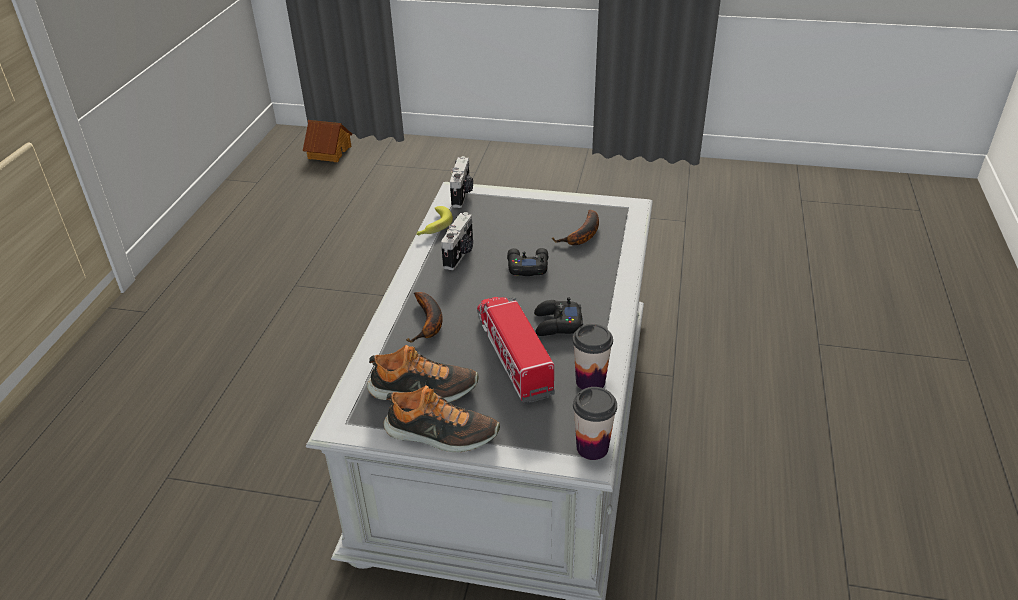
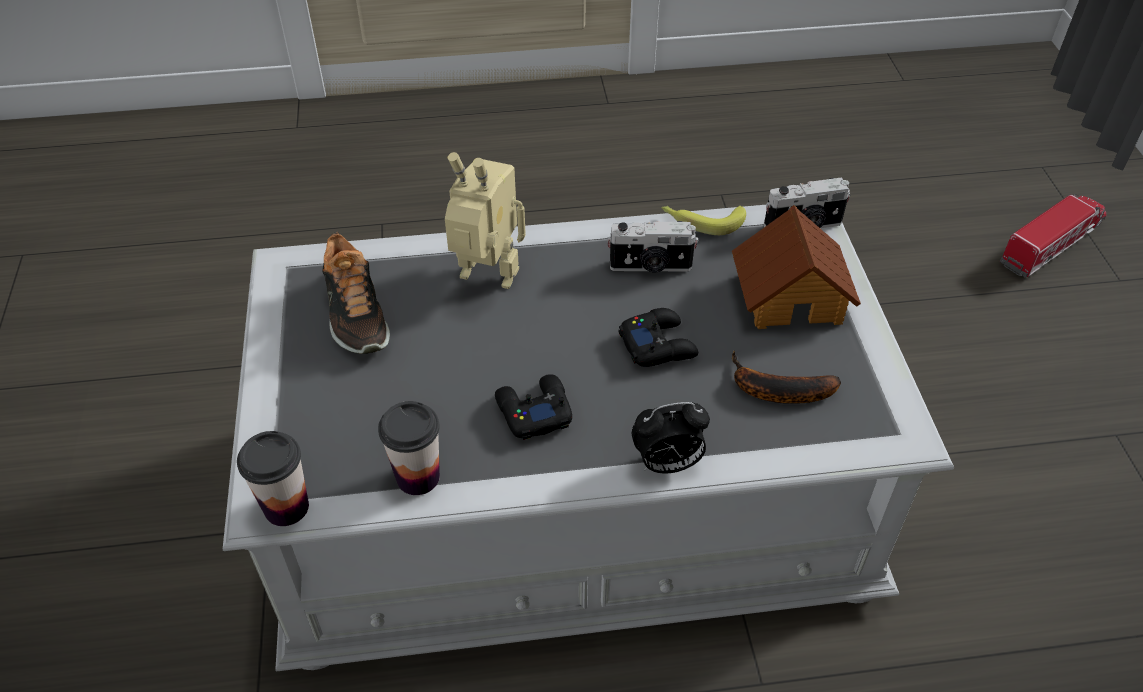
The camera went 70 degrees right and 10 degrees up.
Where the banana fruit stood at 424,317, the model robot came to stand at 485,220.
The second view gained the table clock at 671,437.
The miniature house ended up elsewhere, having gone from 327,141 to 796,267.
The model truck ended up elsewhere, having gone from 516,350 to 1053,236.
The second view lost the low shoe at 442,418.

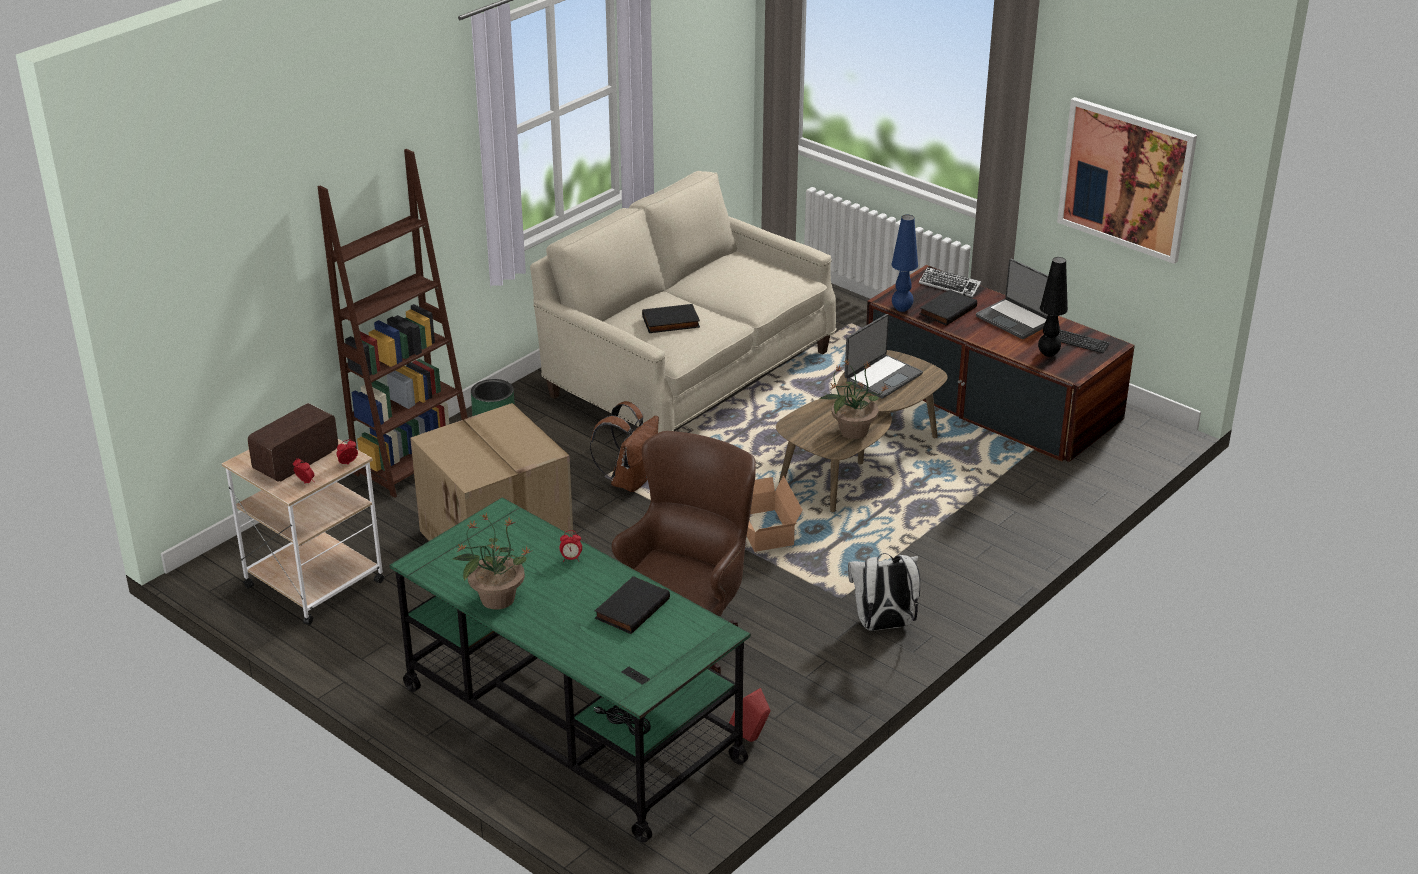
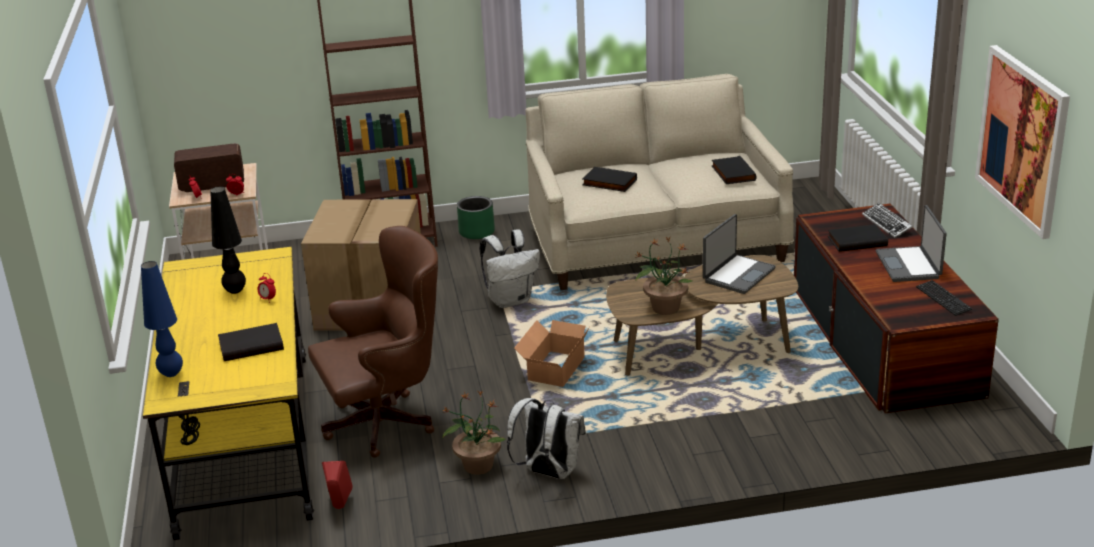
The camera went 40 degrees right and 5 degrees down.
The lamp for a table (bluish) ended up elsewhere, having gone from 904,263 to 162,319.
What was the desk table (green-coloured) at 570,669 turned into the desk table (yellow-coloured) at 228,393.
The lamp for a table (black-coloured) ended up elsewhere, having gone from 1053,307 to 228,240.
The houseplant ended up elsewhere, having gone from 493,561 to 474,433.
What was the knapsack (brown) at 624,446 turned into the knapsack (white) at 510,268.
The portable computer at 884,356 ended up facing another way, 45 degrees counterclockwise from before.
The second view gained the bound book (black-coloured) at 734,170.

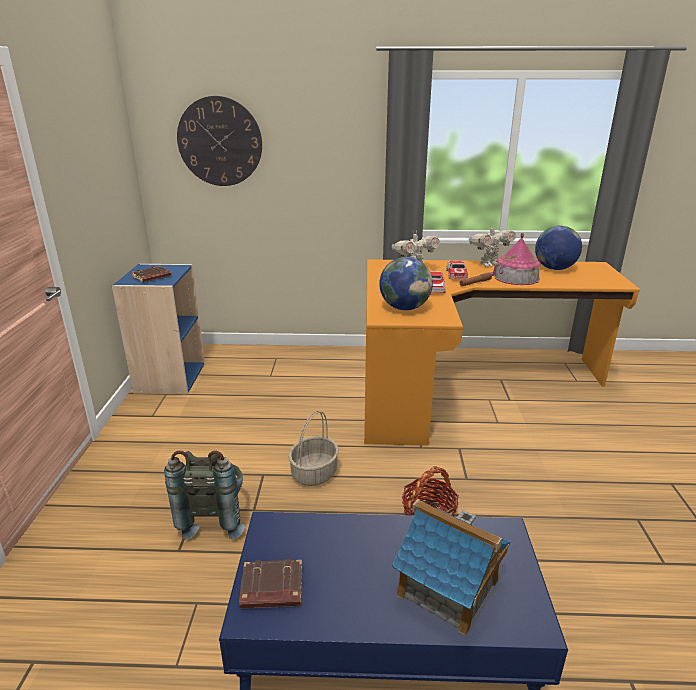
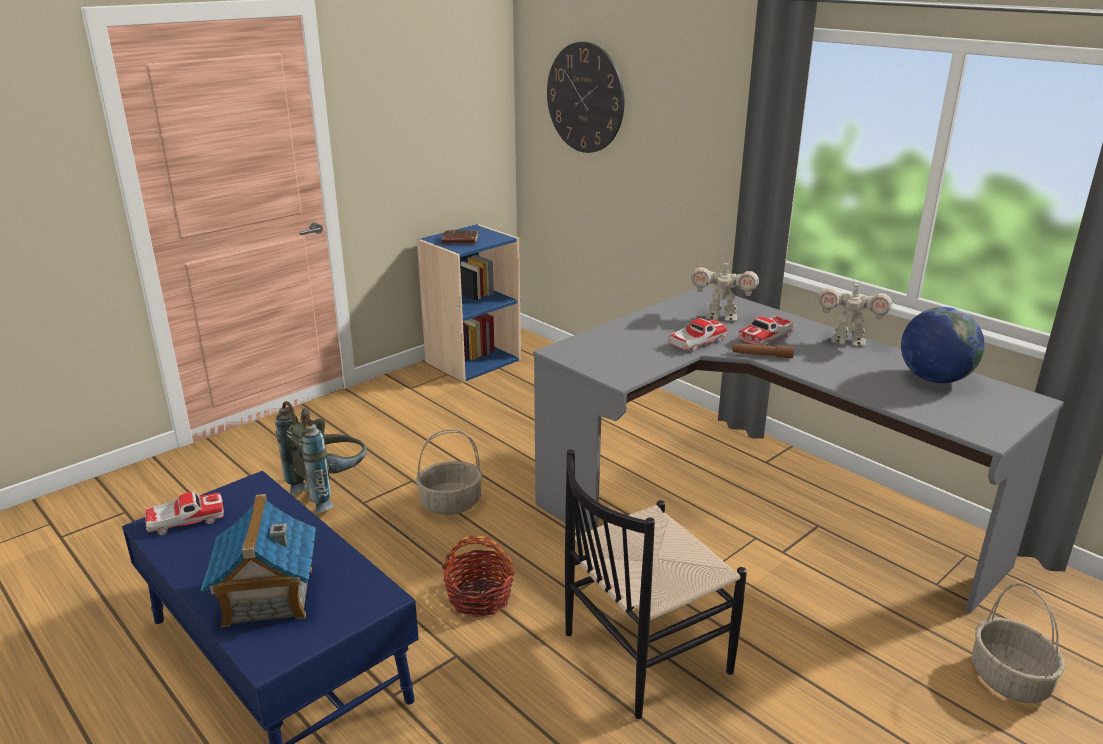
The camera went 45 degrees right and 0 degrees up.
Where the bound book (brown) stood at 270,584, the model car came to stand at 184,513.
What was the desk table (orange-coloured) at 502,352 turned into the desk table (gray) at 798,450.
The second view gained the plain chair (black-coloured) at 656,584.
The second view gained the basket at 1018,643.
The second view lost the desk globe at 406,283.
The second view lost the miniature house at 516,259.

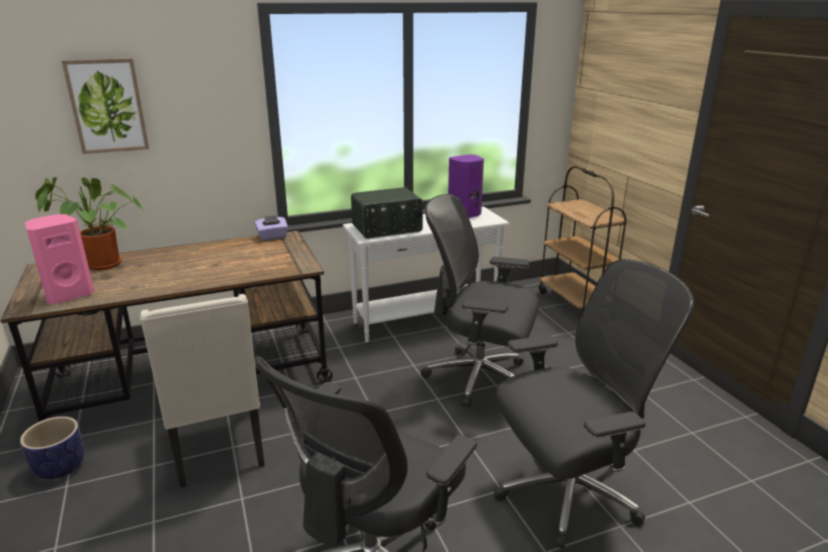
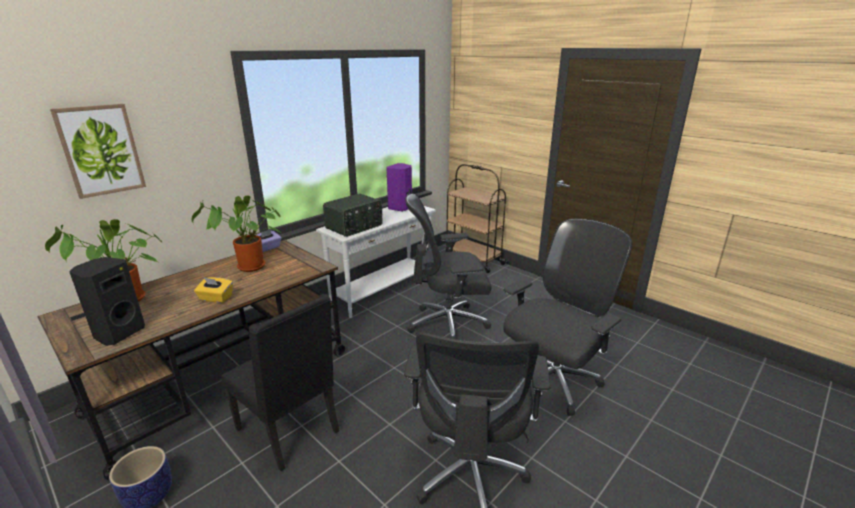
The camera went 25 degrees left and 0 degrees up.
What was the speaker (pink-coloured) at 59,259 turned into the speaker (black-coloured) at 107,301.
The second view gained the houseplant at 236,234.
The second view gained the tissue box (yellow-coloured) at 213,290.
What was the plain chair (beige) at 202,391 turned into the plain chair (black-coloured) at 280,382.

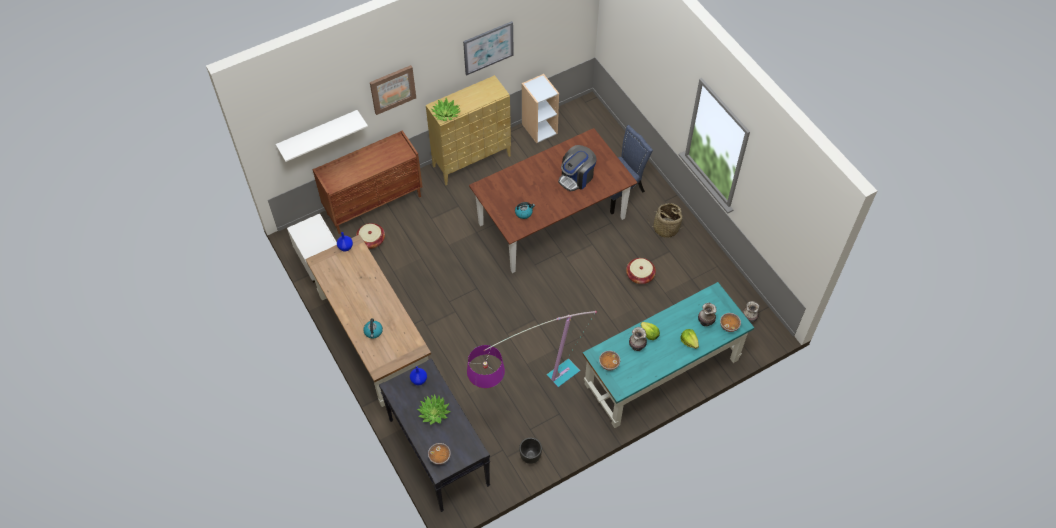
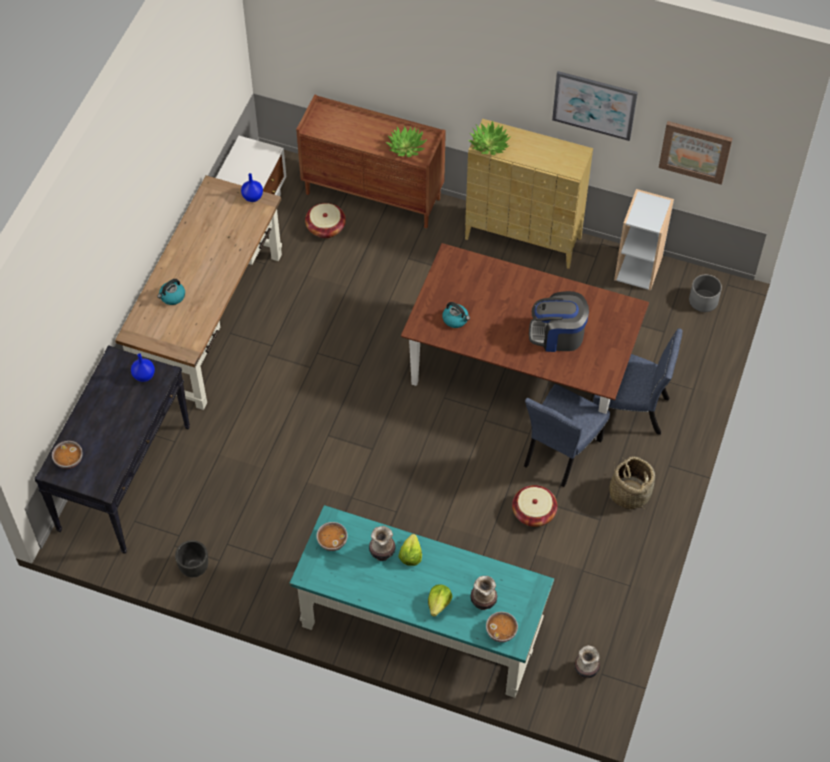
The camera went 50 degrees right and 0 degrees up.
The houseplant ended up elsewhere, having gone from 433,409 to 406,141.
The second view gained the plain chair (bluish) at 567,435.
The wall art ended up elsewhere, having gone from 393,90 to 696,153.
The second view gained the planter (gray) at 705,293.
The second view lost the bracket shelf (white) at 322,136.
The second view lost the standard lamp at 532,349.

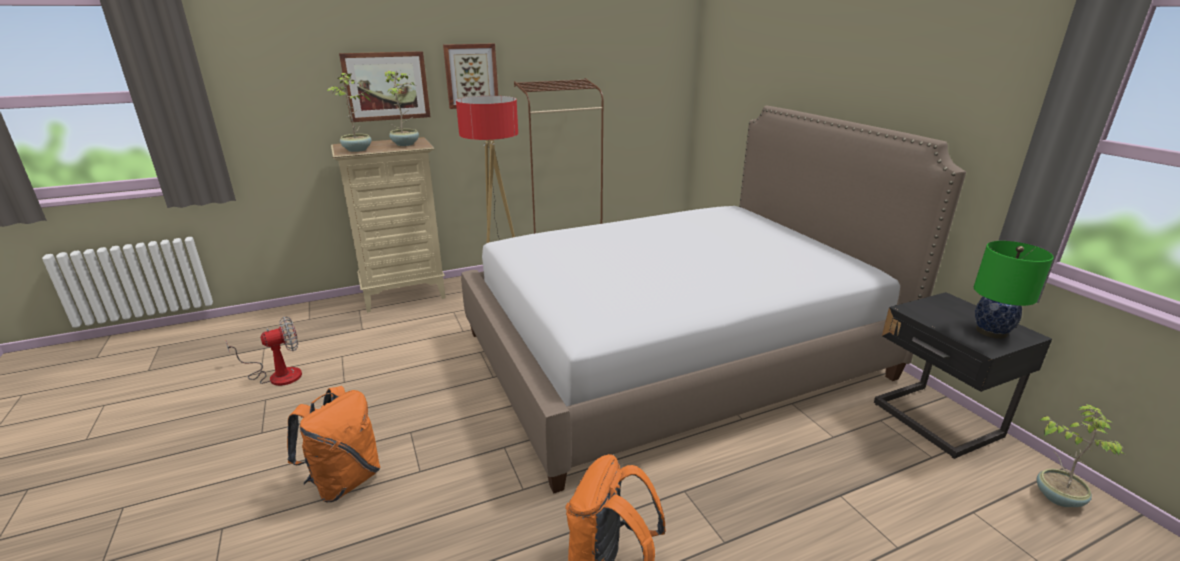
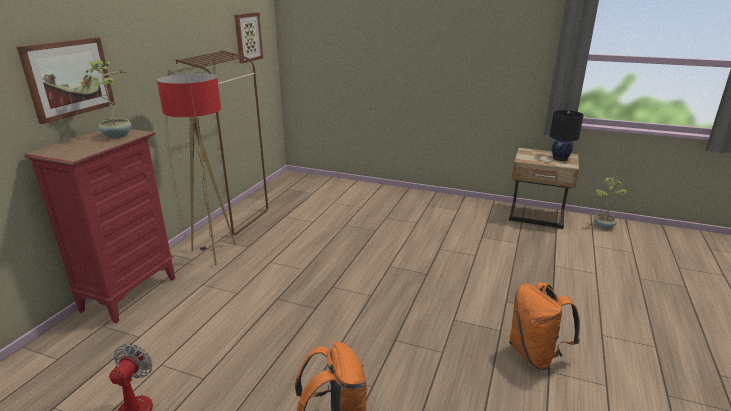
The camera went 45 degrees left and 0 degrees up.
What was the dresser (beige) at 388,225 turned into the dresser (red) at 99,226.
The wall art ended up elsewhere, having gone from 470,76 to 248,38.
What was the nightstand (black-coloured) at 963,375 turned into the nightstand (beige) at 544,188.
What was the lamp for a table (green-coloured) at 1014,290 turned into the lamp for a table (black-coloured) at 567,135.
The second view lost the houseplant at 349,112.
The second view lost the bedroom bed at 713,300.

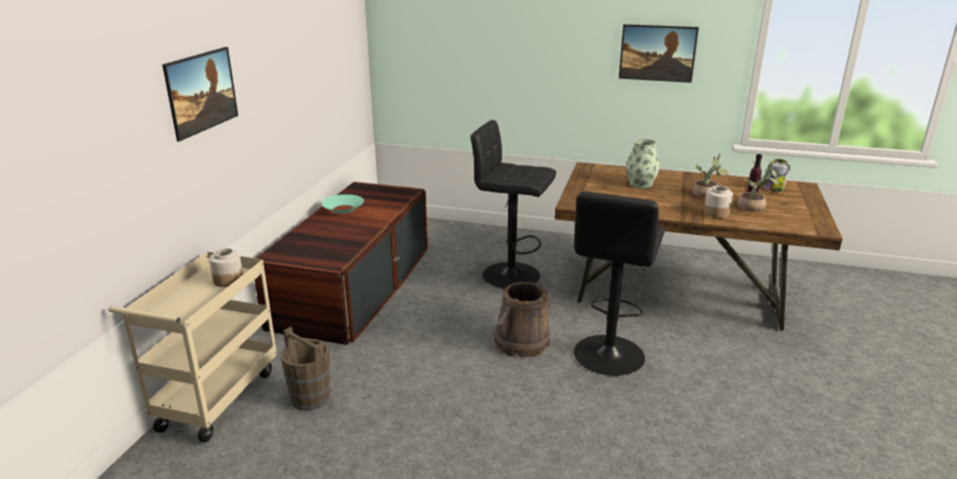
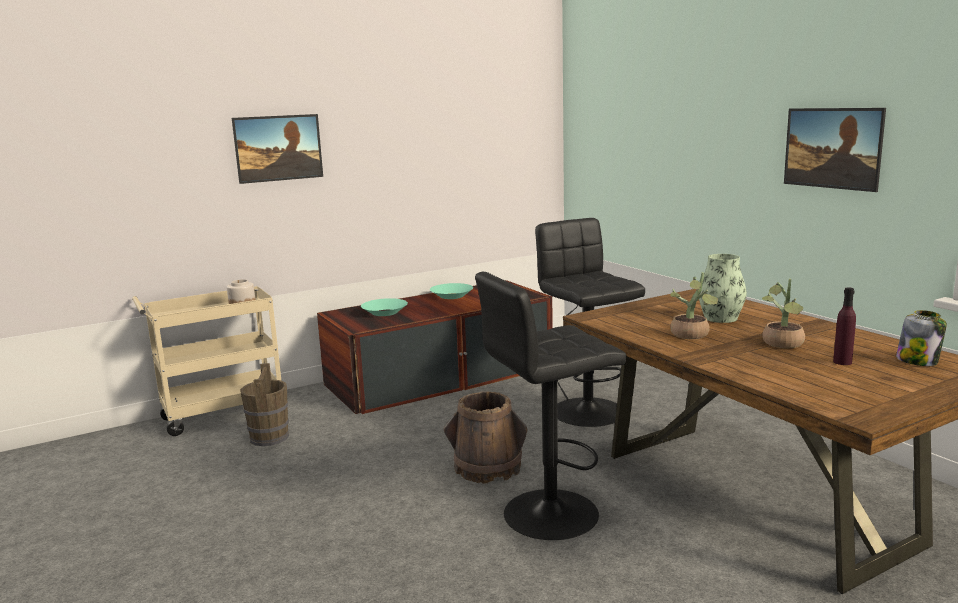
The camera went 45 degrees right and 10 degrees down.
The second view gained the bowl (blue-green) at 384,307.
The houseplant ended up elsewhere, having gone from 758,187 to 694,305.
The second view lost the preserve jar at 718,202.

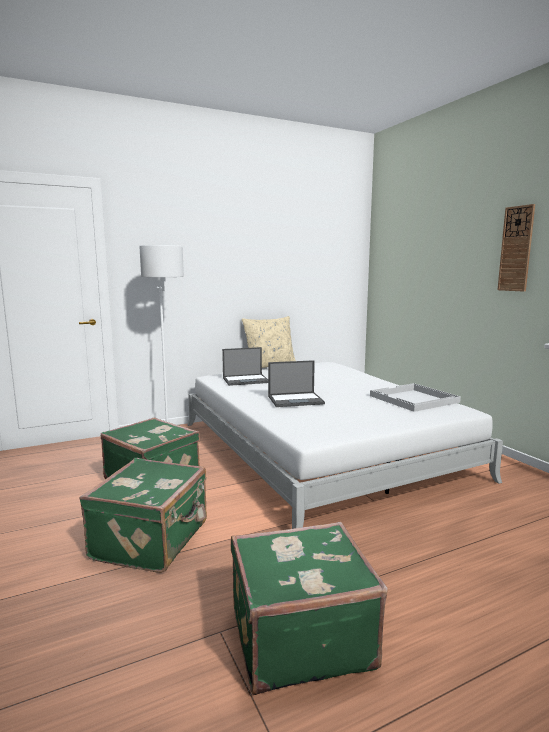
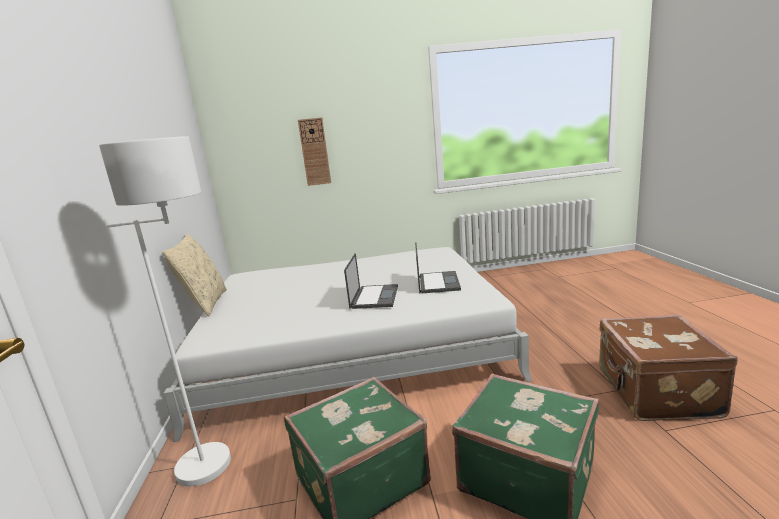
The camera went 70 degrees left and 5 degrees up.
The clock on the wall ended up elsewhere, having gone from 516,248 to 314,151.
The portable computer ended up elsewhere, having gone from 245,366 to 438,268.
What was the suitcase (green-coloured) at 309,608 turned into the suitcase (brown) at 668,368.
The second view lost the carrying tray (white) at 415,397.

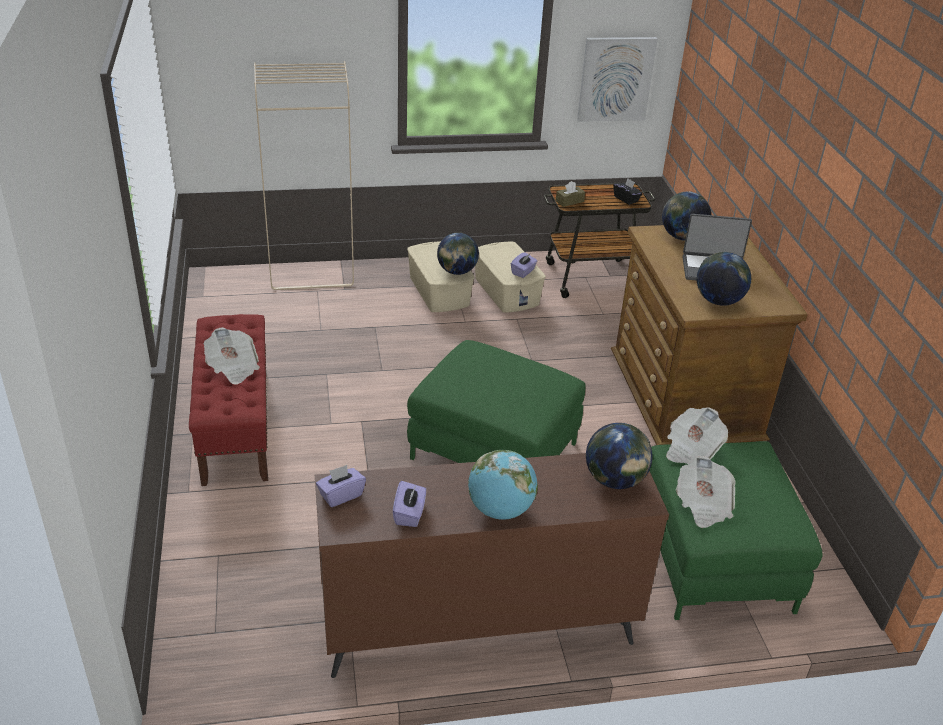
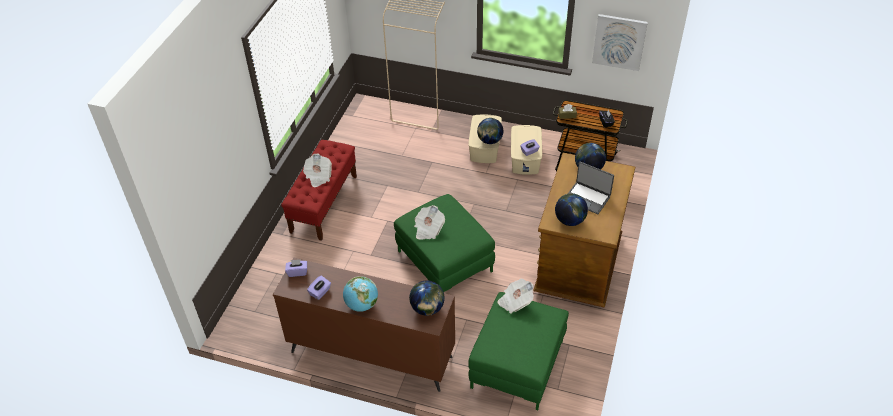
The camera went 30 degrees right and 10 degrees up.
The daily paper ended up elsewhere, having gone from 706,492 to 429,222.

